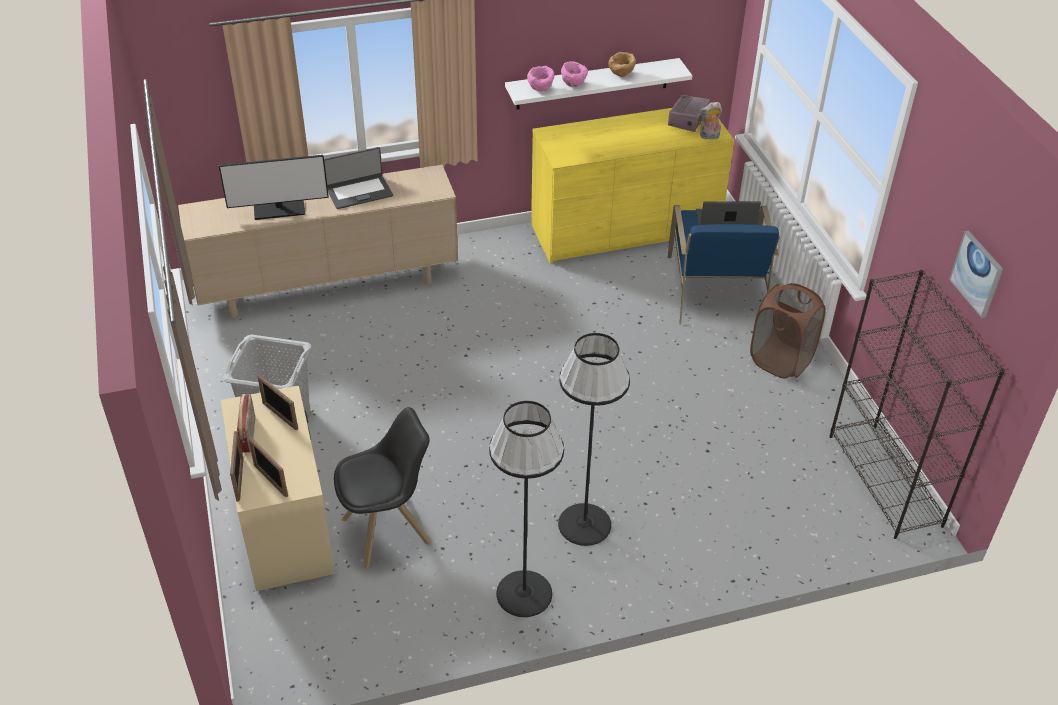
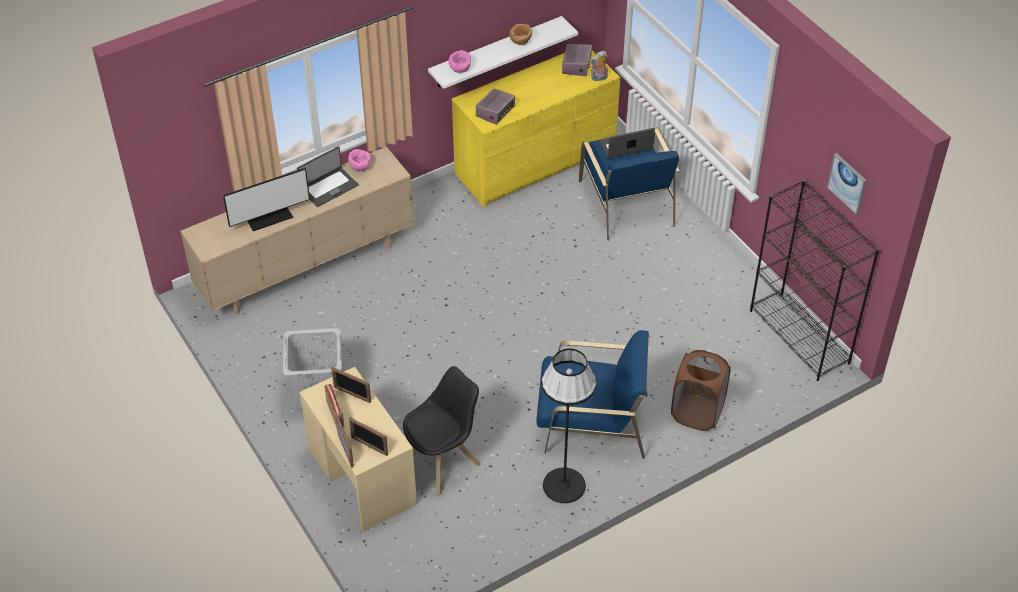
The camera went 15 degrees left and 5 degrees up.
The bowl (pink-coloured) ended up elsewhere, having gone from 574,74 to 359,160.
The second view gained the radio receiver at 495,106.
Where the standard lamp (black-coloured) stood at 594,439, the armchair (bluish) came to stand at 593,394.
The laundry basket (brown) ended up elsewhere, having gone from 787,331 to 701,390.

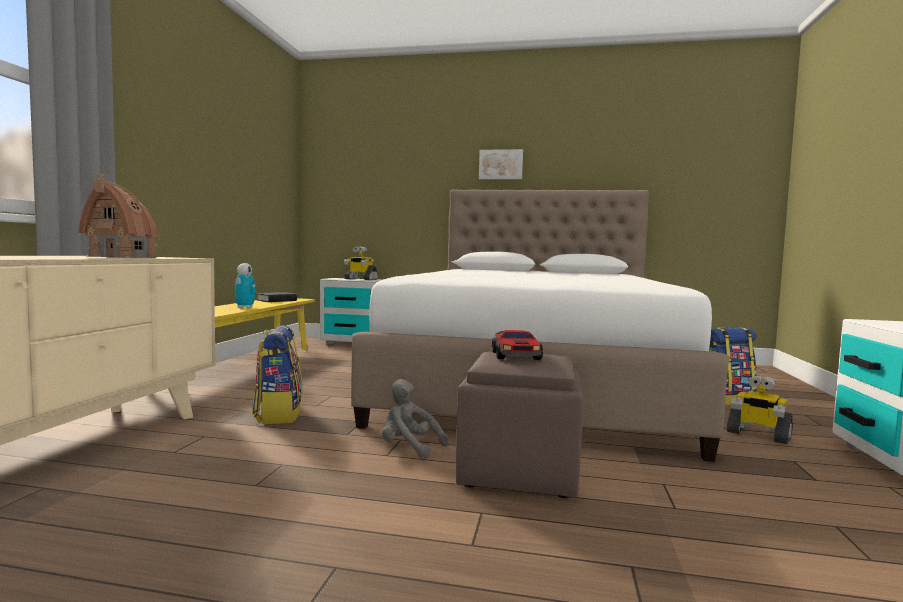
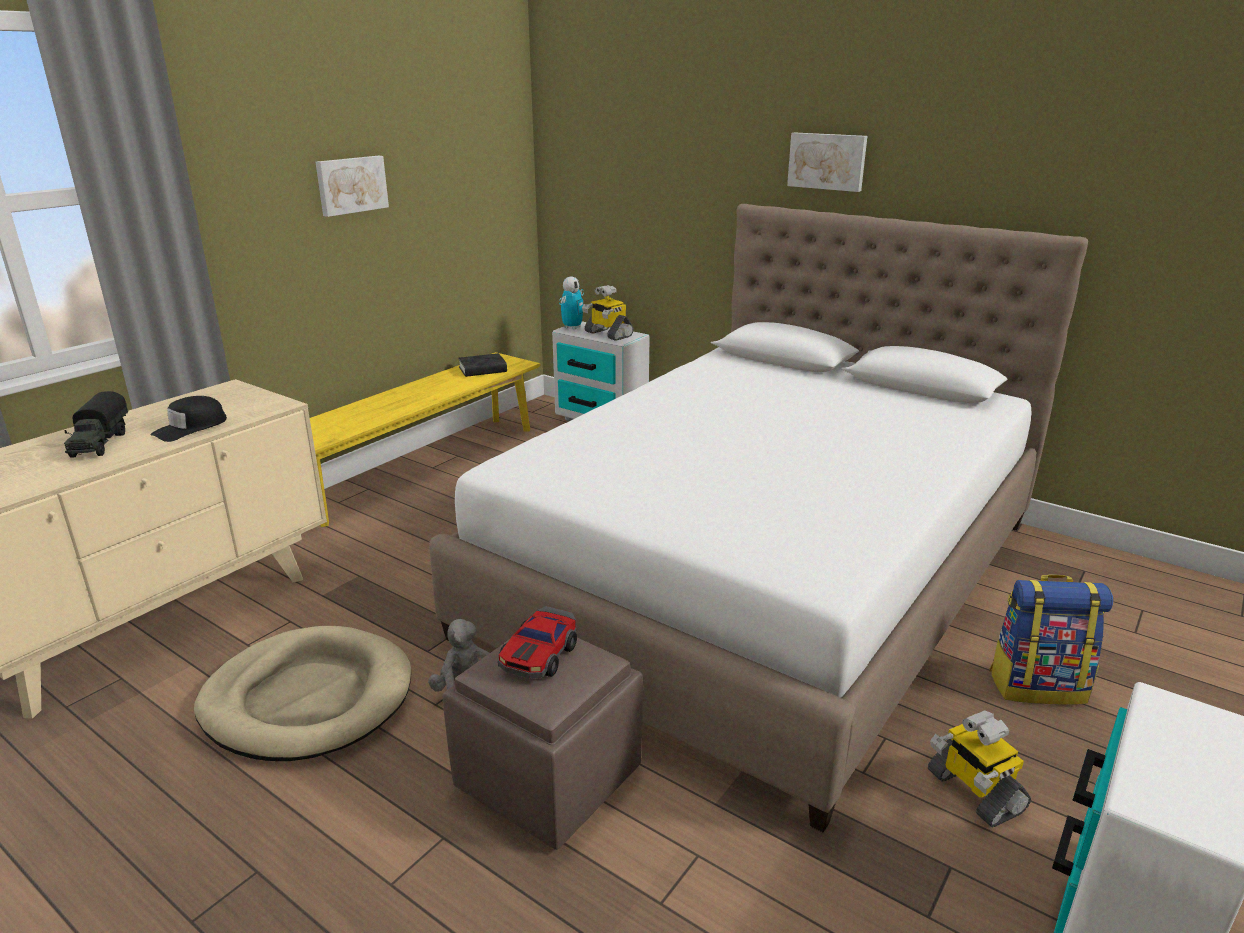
The camera went 25 degrees right and 20 degrees up.
The second view gained the model truck at 96,424.
Where the miniature house stood at 119,215, the cap (black-coloured) came to stand at 188,419.
The second view gained the pet bed (beige) at 302,693.
The second view gained the wall art at 352,186.
The model robot ended up elsewhere, having gone from 245,285 to 571,303.
The second view lost the knapsack at 277,375.

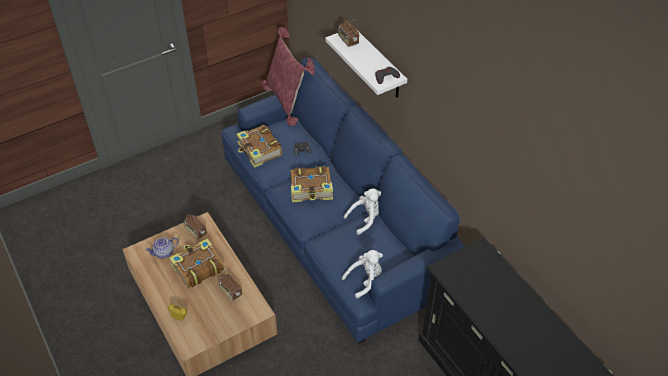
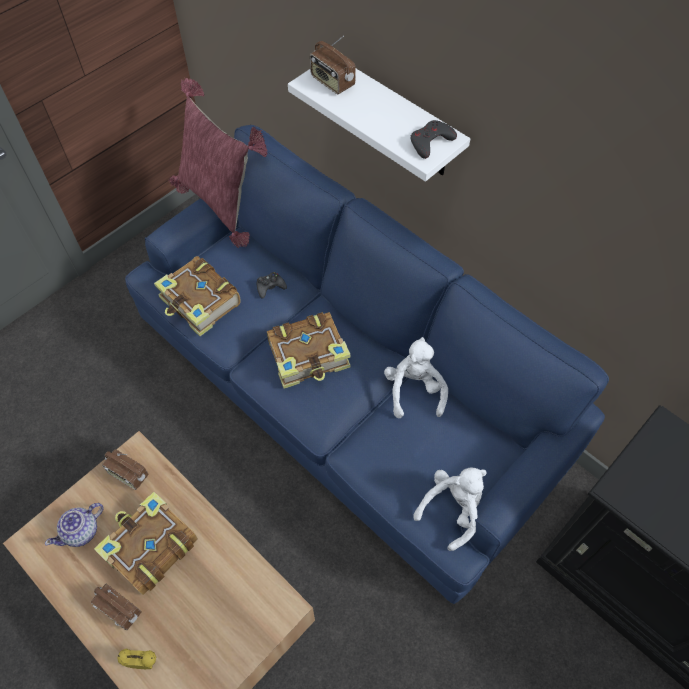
The camera went 15 degrees left and 10 degrees up.
The radio receiver ended up elsewhere, having gone from 230,287 to 116,607.
The cuddly toy (white) at 362,211 ended up facing another way, 45 degrees counterclockwise from before.

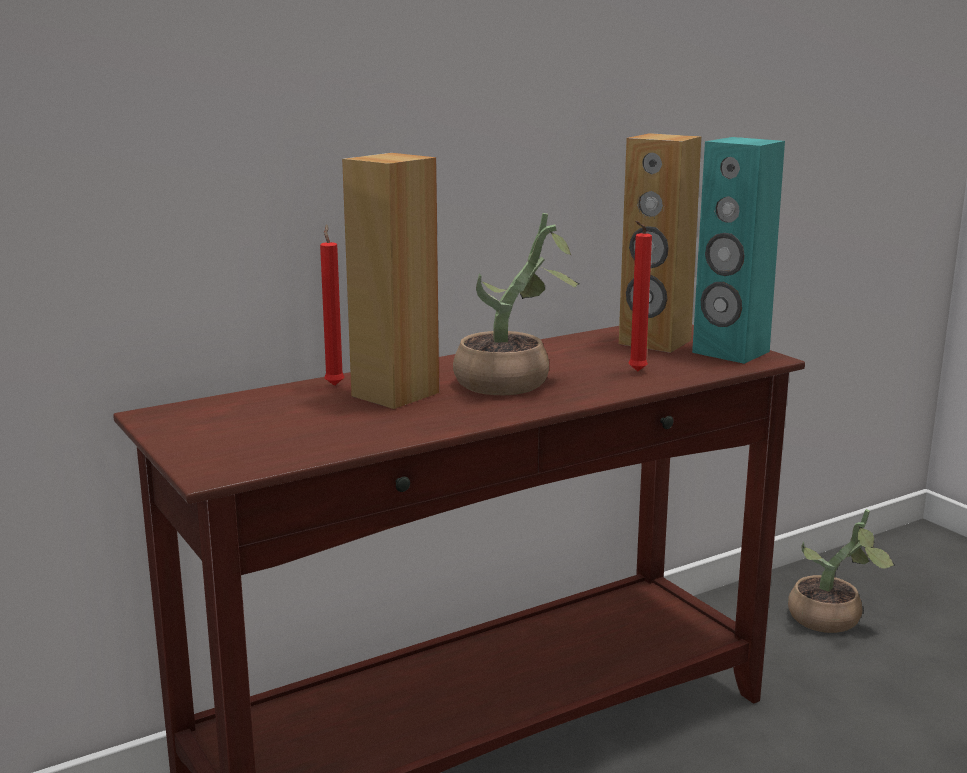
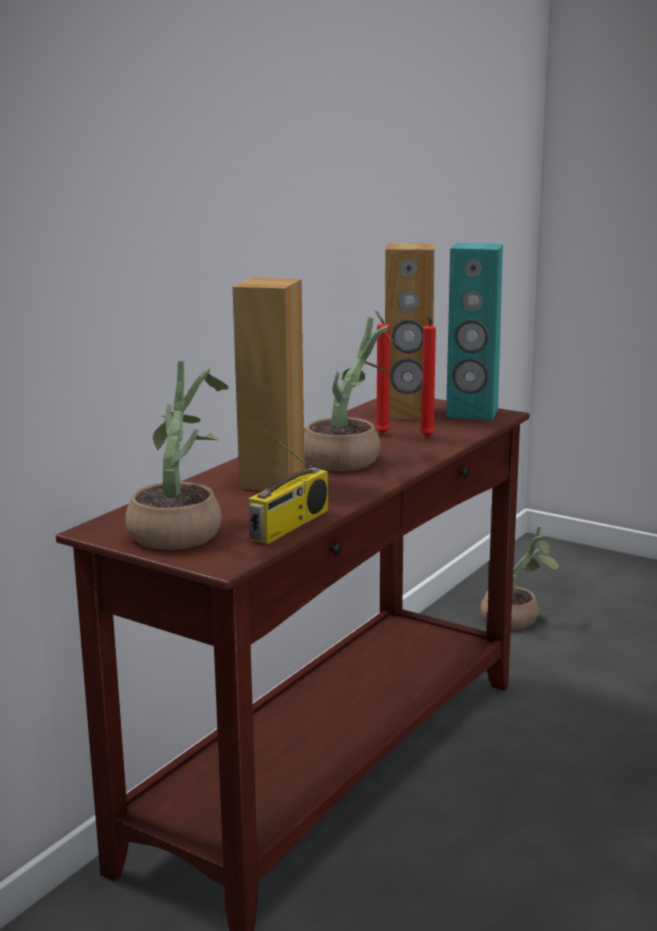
The camera went 25 degrees left and 0 degrees up.
The second view gained the houseplant at 176,455.
The second view gained the radio receiver at 288,485.
The wax light (red) ended up elsewhere, having gone from 332,305 to 383,372.

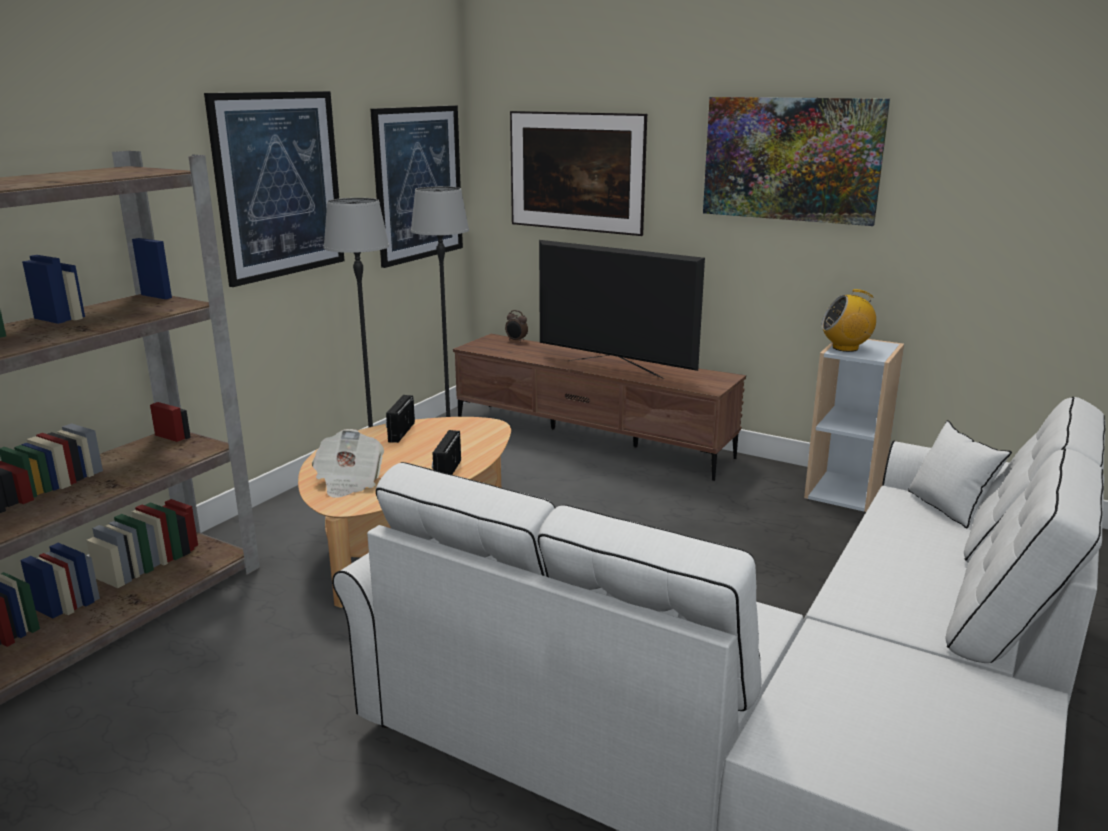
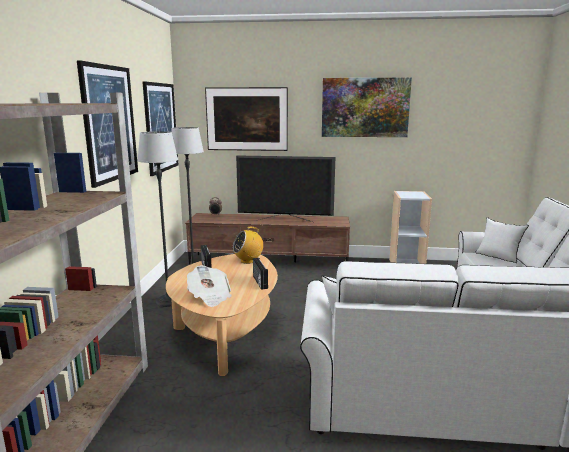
The camera went 25 degrees left and 5 degrees down.
The radio receiver ended up elsewhere, having gone from 848,320 to 248,245.

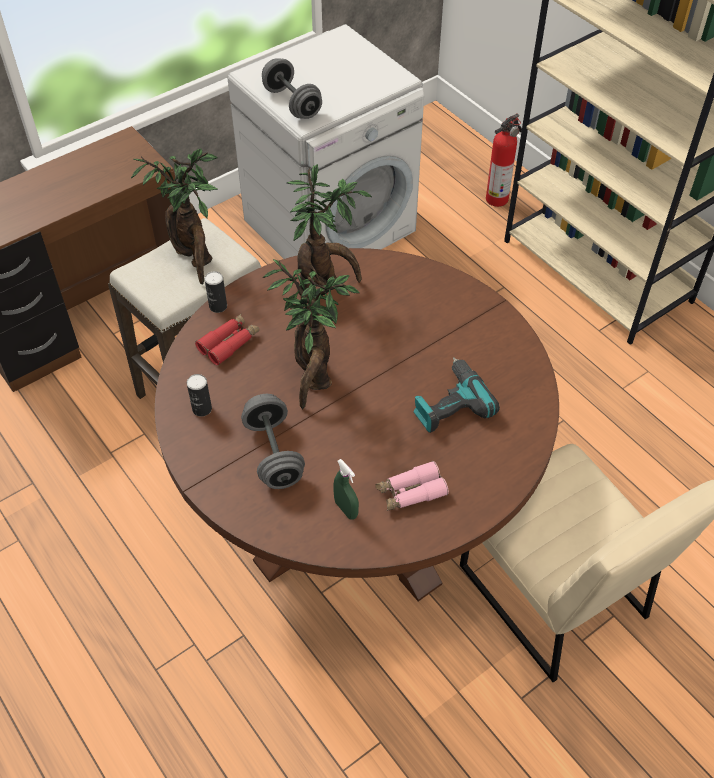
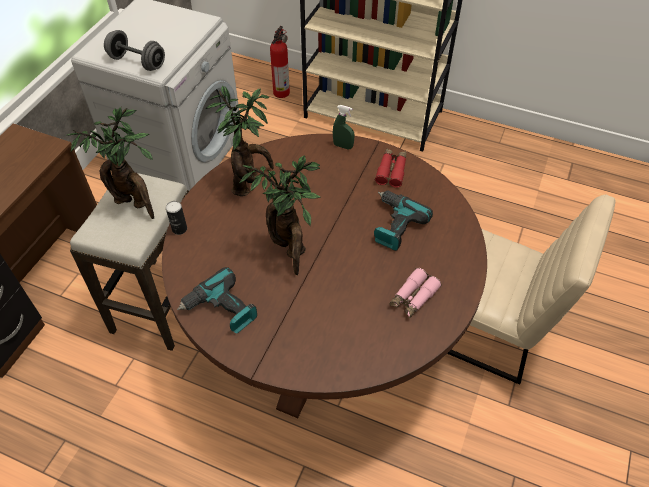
The camera went 30 degrees left and 0 degrees up.
Where the can stood at 199,395, the electric drill came to stand at 217,300.
The spray bottle (green-coloured) ended up elsewhere, having gone from 346,489 to 344,127.
The binoculars (red) ended up elsewhere, having gone from 227,339 to 390,168.
The second view lost the free weight (gray) at 273,441.

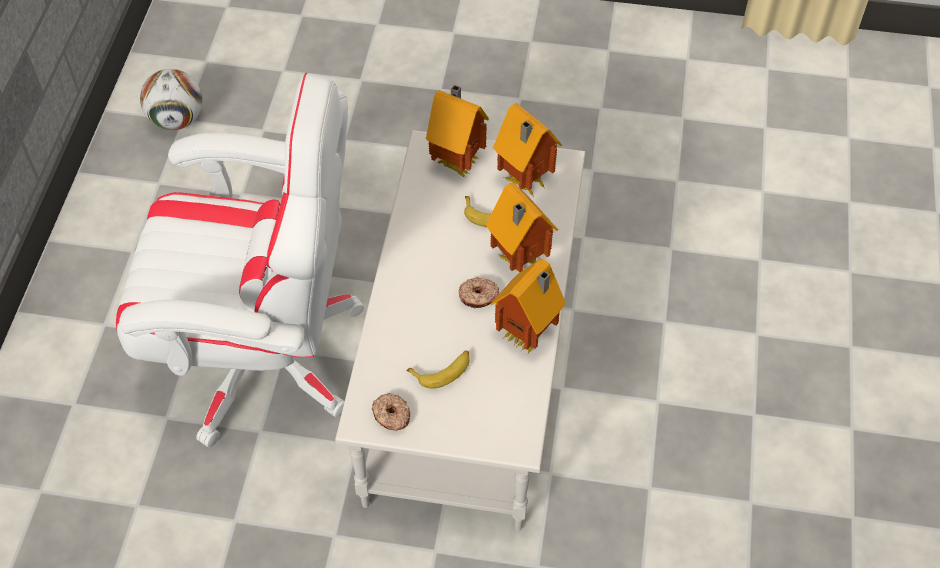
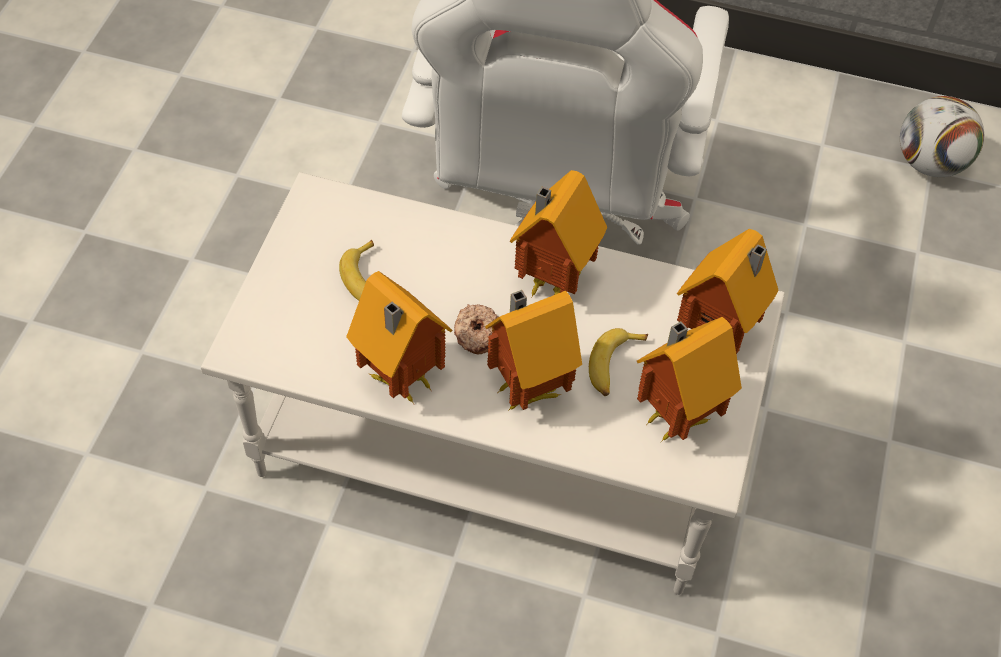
The camera went 95 degrees right and 0 degrees up.
The second view gained the miniature house at 558,234.
The second view lost the donut at 391,412.

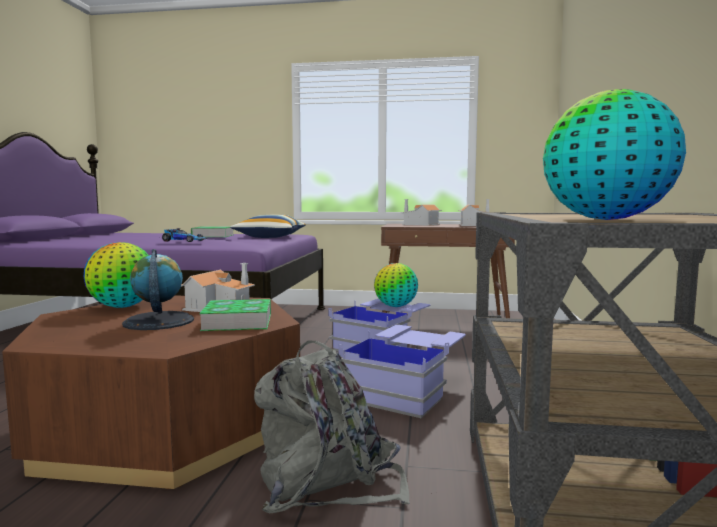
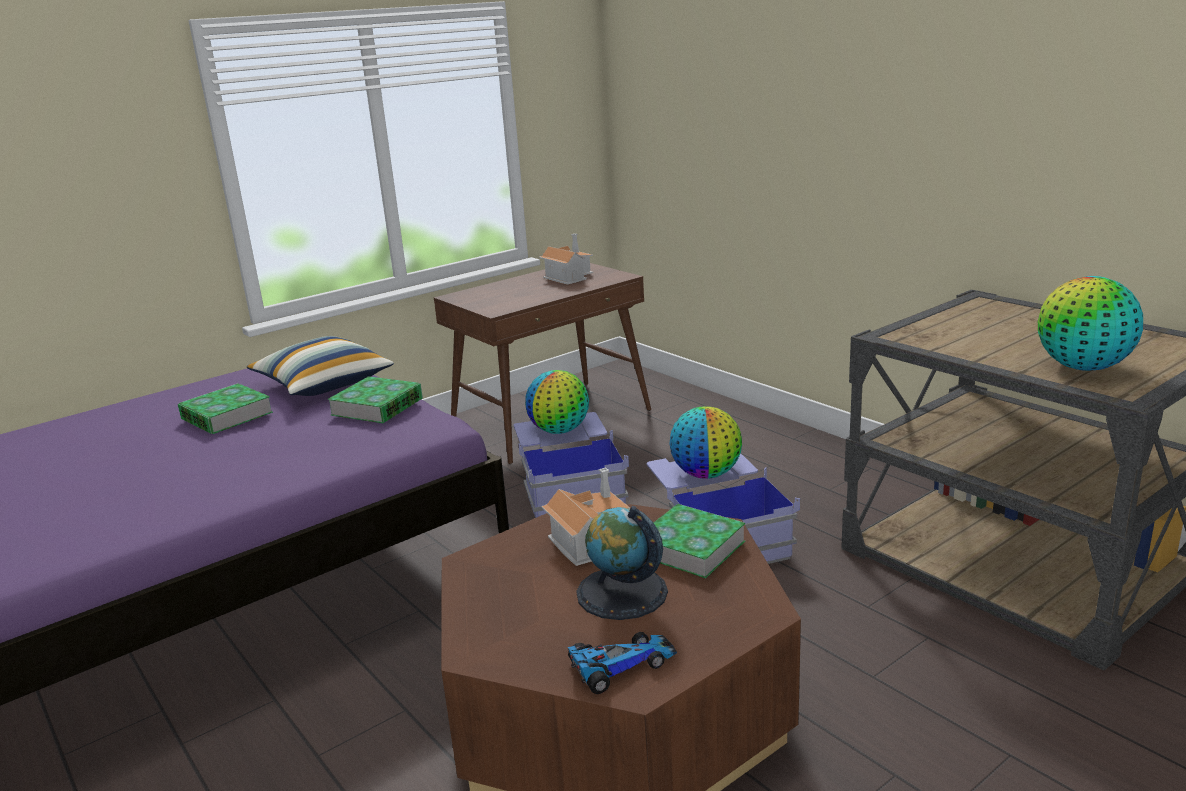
The camera went 45 degrees left and 15 degrees up.
The second view gained the bound book at 375,399.
The model car ended up elsewhere, having gone from 185,235 to 622,663.
The desk globe ended up elsewhere, having gone from 116,275 to 705,442.
The second view lost the knapsack (gray) at 332,426.
The second view lost the miniature house at 421,212.

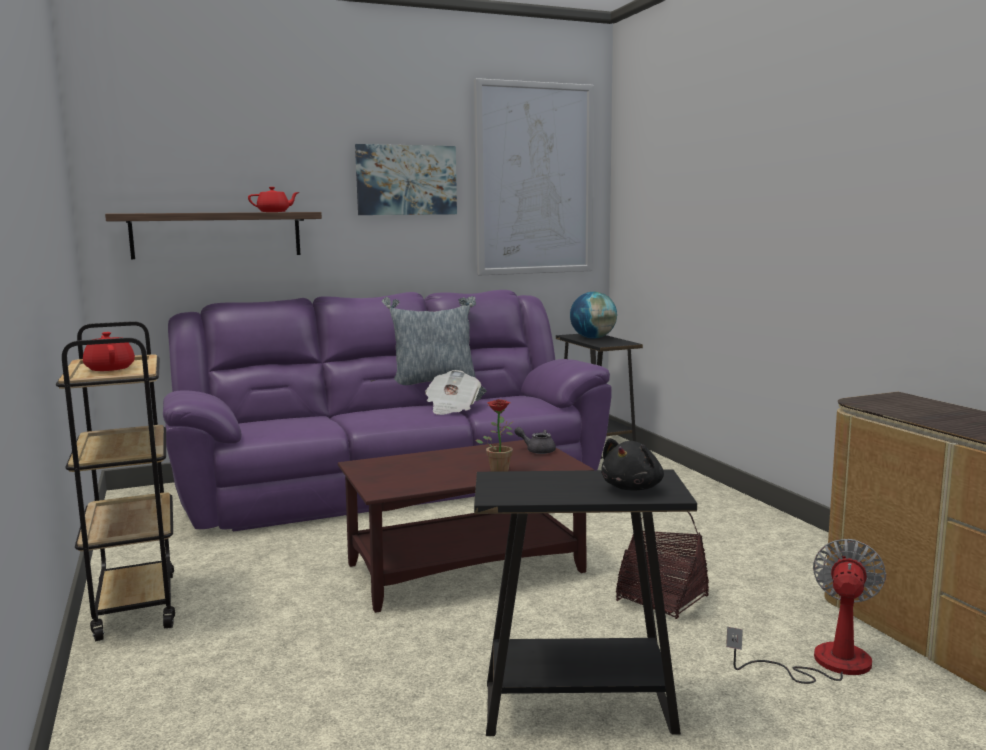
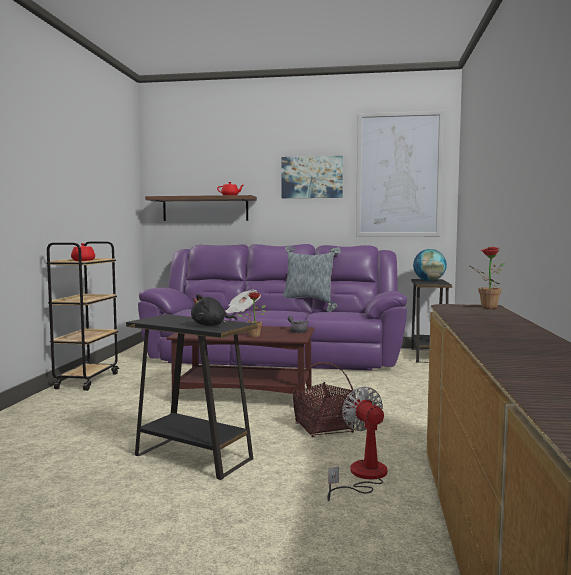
The camera went 30 degrees right and 5 degrees down.
The daily paper ended up elsewhere, having gone from 453,392 to 243,301.
The fan at 806,611 ended up facing another way, 75 degrees counterclockwise from before.
The second view gained the houseplant at 487,278.

